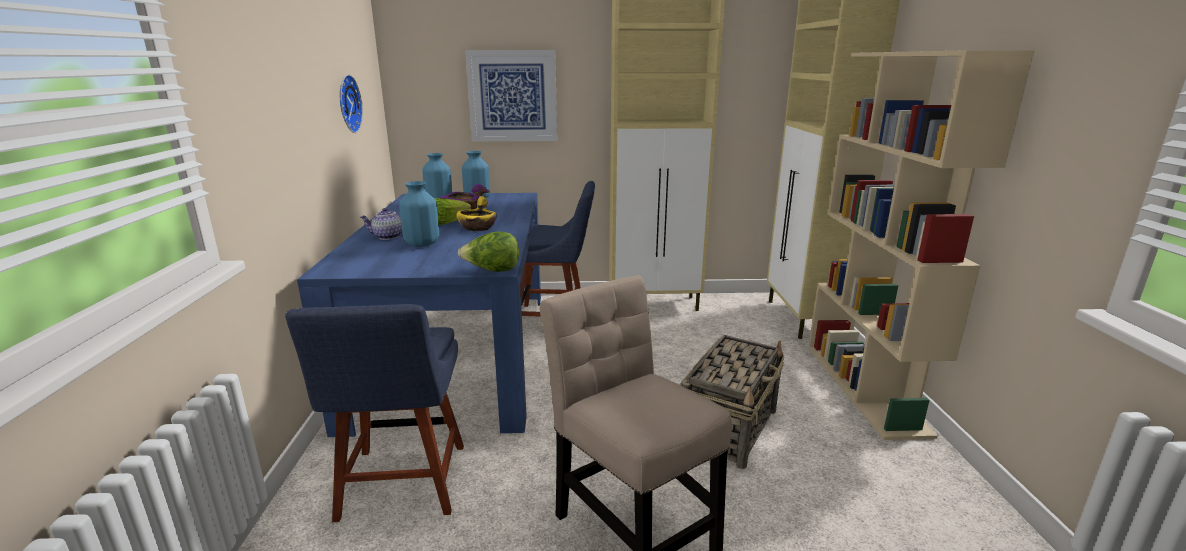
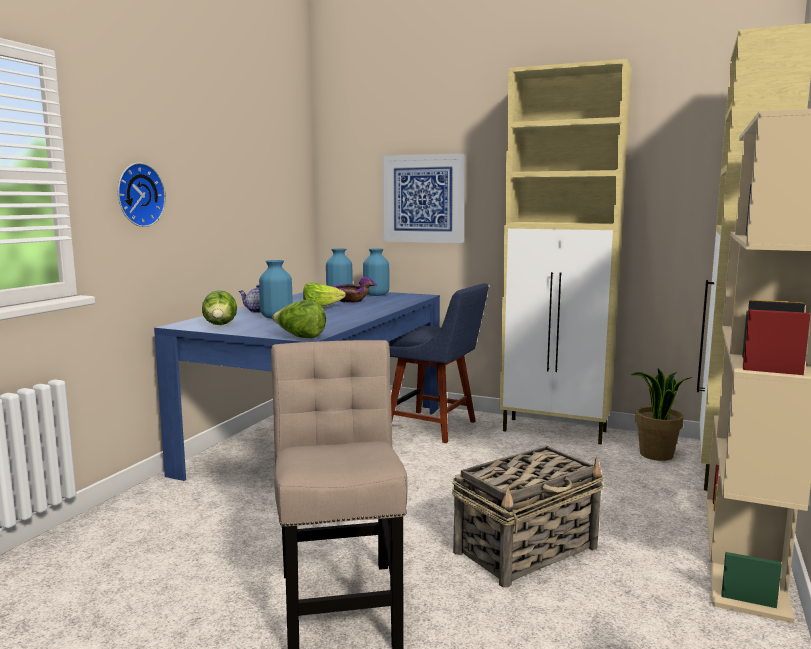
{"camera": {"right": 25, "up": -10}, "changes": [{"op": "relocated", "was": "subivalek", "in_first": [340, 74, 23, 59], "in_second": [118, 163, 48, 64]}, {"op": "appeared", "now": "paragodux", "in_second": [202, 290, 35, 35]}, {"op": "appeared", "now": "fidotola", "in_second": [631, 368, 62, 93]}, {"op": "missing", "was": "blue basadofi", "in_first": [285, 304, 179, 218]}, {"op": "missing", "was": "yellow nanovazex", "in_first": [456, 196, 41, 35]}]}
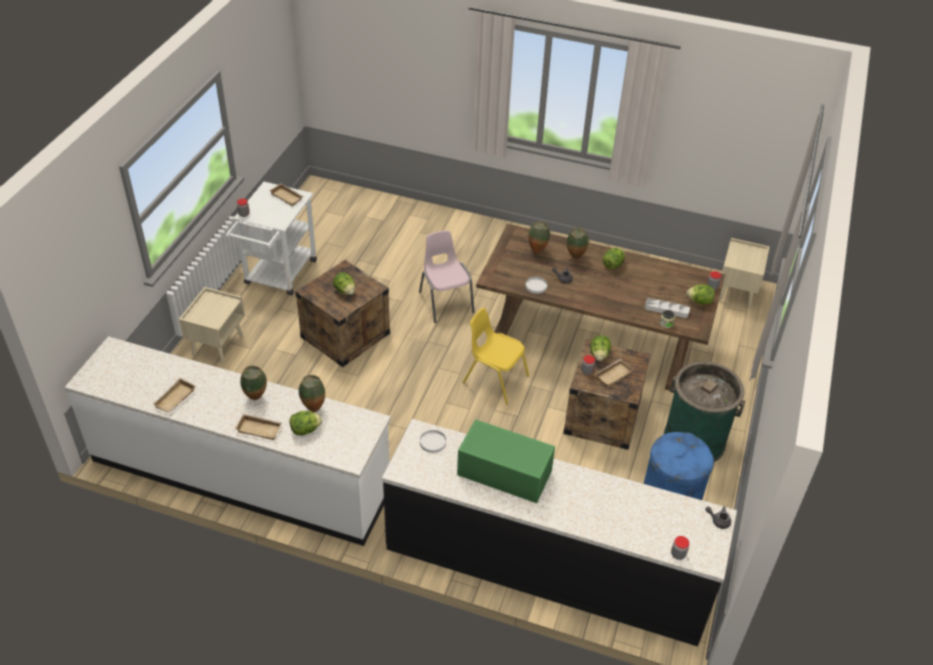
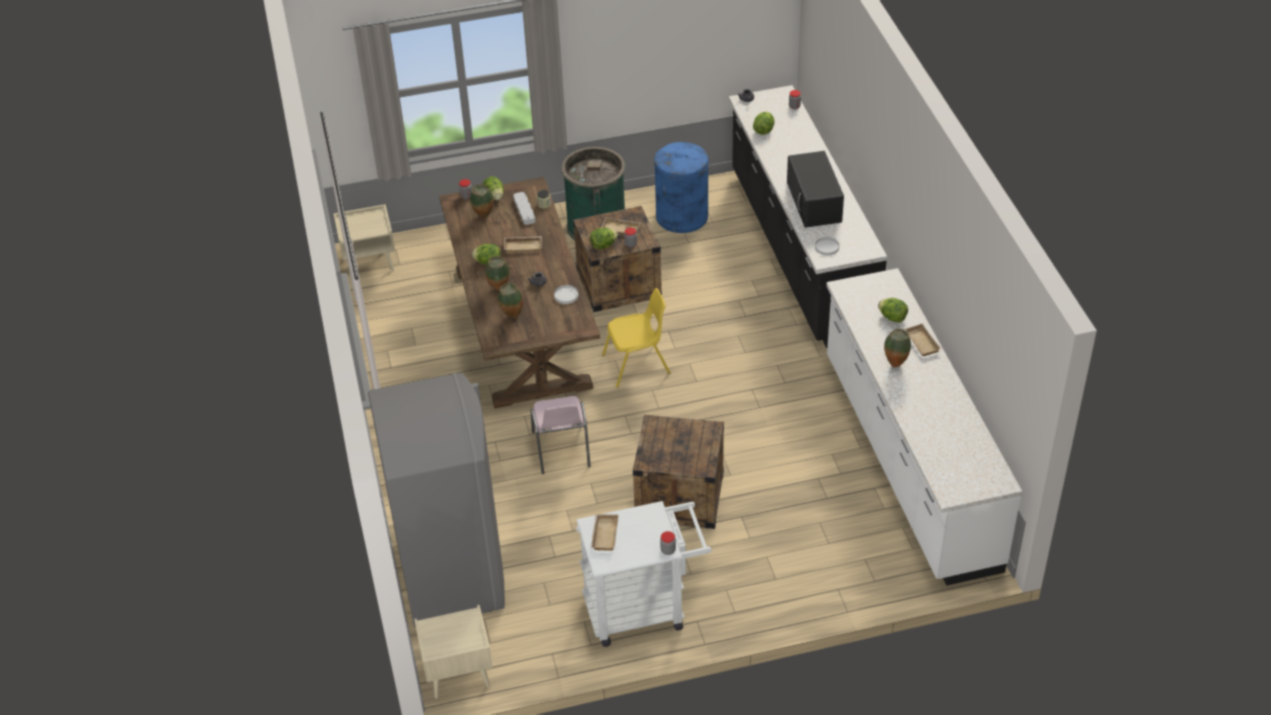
{"camera": {"right": -120, "up": 0}, "changes": [{"op": "appeared", "now": "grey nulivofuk", "in_second": [368, 372, 137, 256]}, {"op": "relocated", "was": "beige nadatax", "in_first": [179, 287, 66, 77], "in_second": [414, 605, 79, 94]}, {"op": "relocated", "was": "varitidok", "in_first": [299, 375, 26, 37], "in_second": [470, 184, 24, 34]}, {"op": "relocated", "was": "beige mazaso", "in_first": [153, 378, 43, 35], "in_second": [504, 236, 38, 17]}, {"op": "spun", "was": "pink basadofi", "in_first": [419, 230, 55, 93], "in_second": [531, 396, 60, 78], "clockwise": -45}, {"op": "spun", "was": "yellow basadofi", "in_first": [463, 308, 66, 96], "in_second": [602, 288, 69, 100], "clockwise": -105}, {"op": "relocated", "was": "paragodux", "in_first": [333, 272, 22, 23], "in_second": [753, 112, 22, 23]}, {"op": "colour", "was": "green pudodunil", "now": "black pudodunil", "in_first": [457, 419, 98, 84], "in_second": [787, 151, 57, 77]}]}
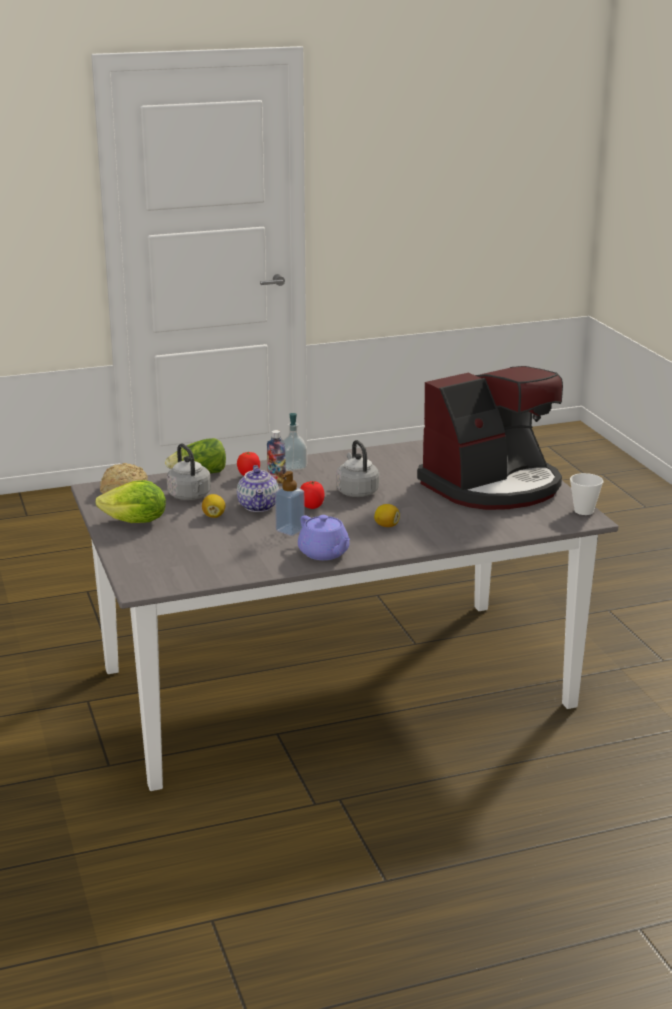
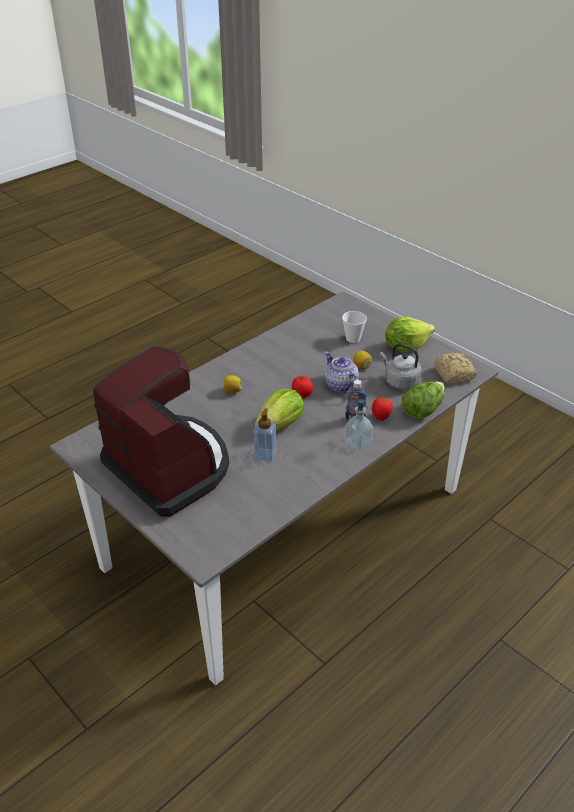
{"camera": {"right": 155, "up": 15}, "changes": [{"op": "spun", "was": "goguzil", "in_first": [417, 366, 146, 144], "in_second": [93, 346, 136, 171], "clockwise": 105}, {"op": "relocated", "was": "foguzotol", "in_first": [275, 471, 30, 65], "in_second": [253, 408, 23, 54]}, {"op": "exchanged", "was": "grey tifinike", "now": "paragodux", "in_first": [336, 440, 43, 57], "in_second": [255, 389, 49, 41]}, {"op": "relocated", "was": "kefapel", "in_first": [570, 473, 33, 42], "in_second": [342, 311, 25, 32]}, {"op": "missing", "was": "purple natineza", "in_first": [298, 515, 52, 45]}]}
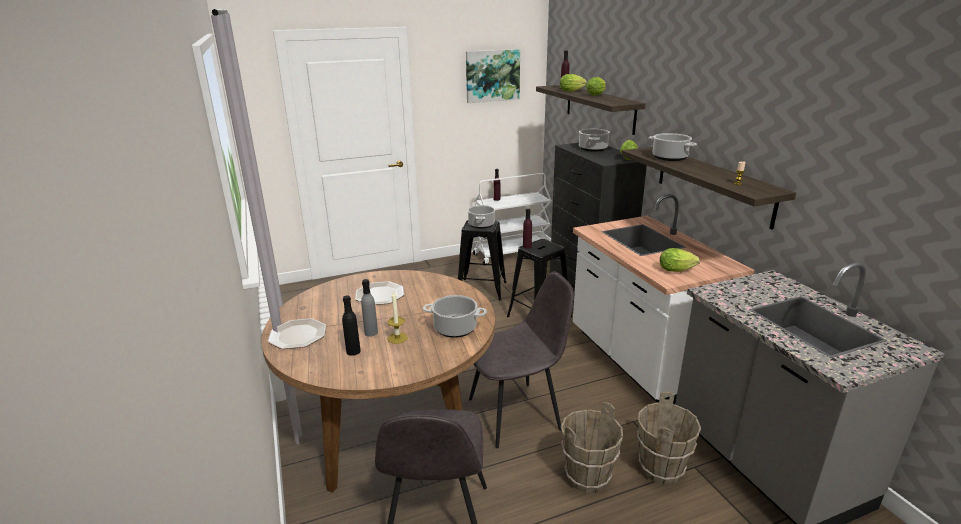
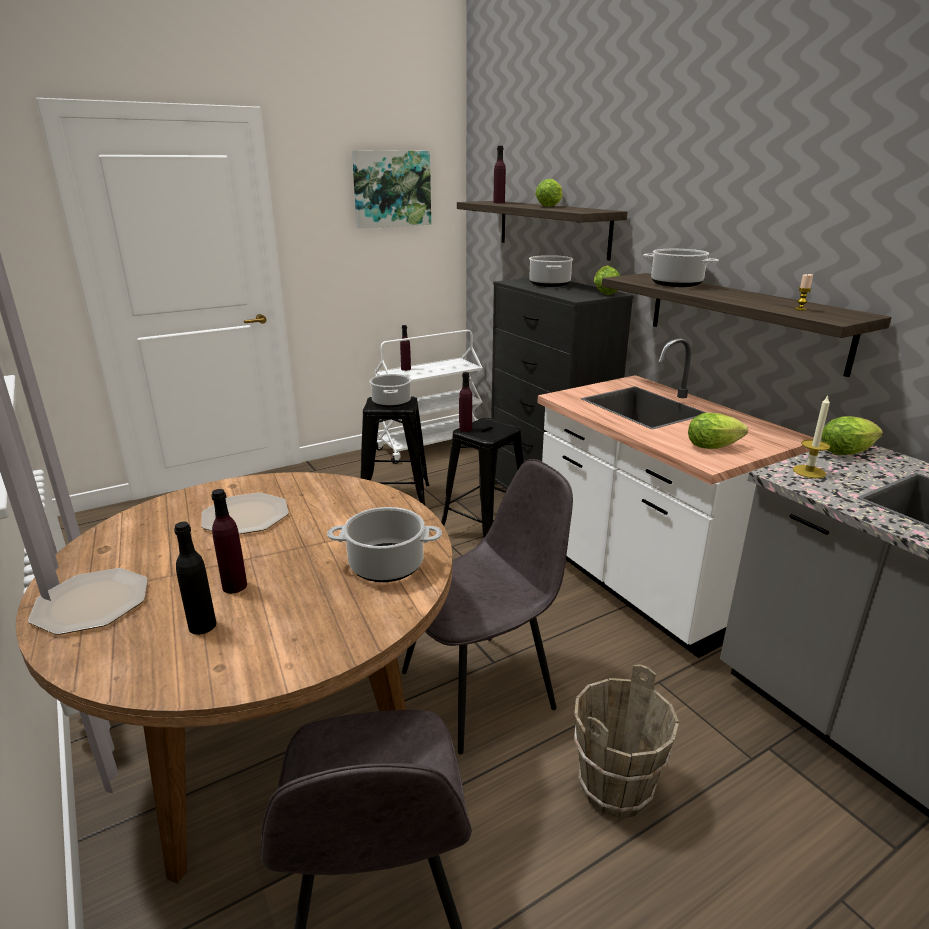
{"camera": {"right": -10, "up": 0}, "changes": [{"op": "colour", "was": "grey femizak", "now": "purple femizak", "in_first": [361, 279, 17, 58], "in_second": [211, 489, 36, 104]}, {"op": "relocated", "was": "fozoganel", "in_first": [387, 291, 21, 53], "in_second": [793, 396, 37, 82]}, {"op": "relocated", "was": "paragodux", "in_first": [560, 74, 27, 18], "in_second": [822, 417, 61, 38]}, {"op": "missing", "was": "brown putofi", "in_first": [637, 392, 64, 93]}]}
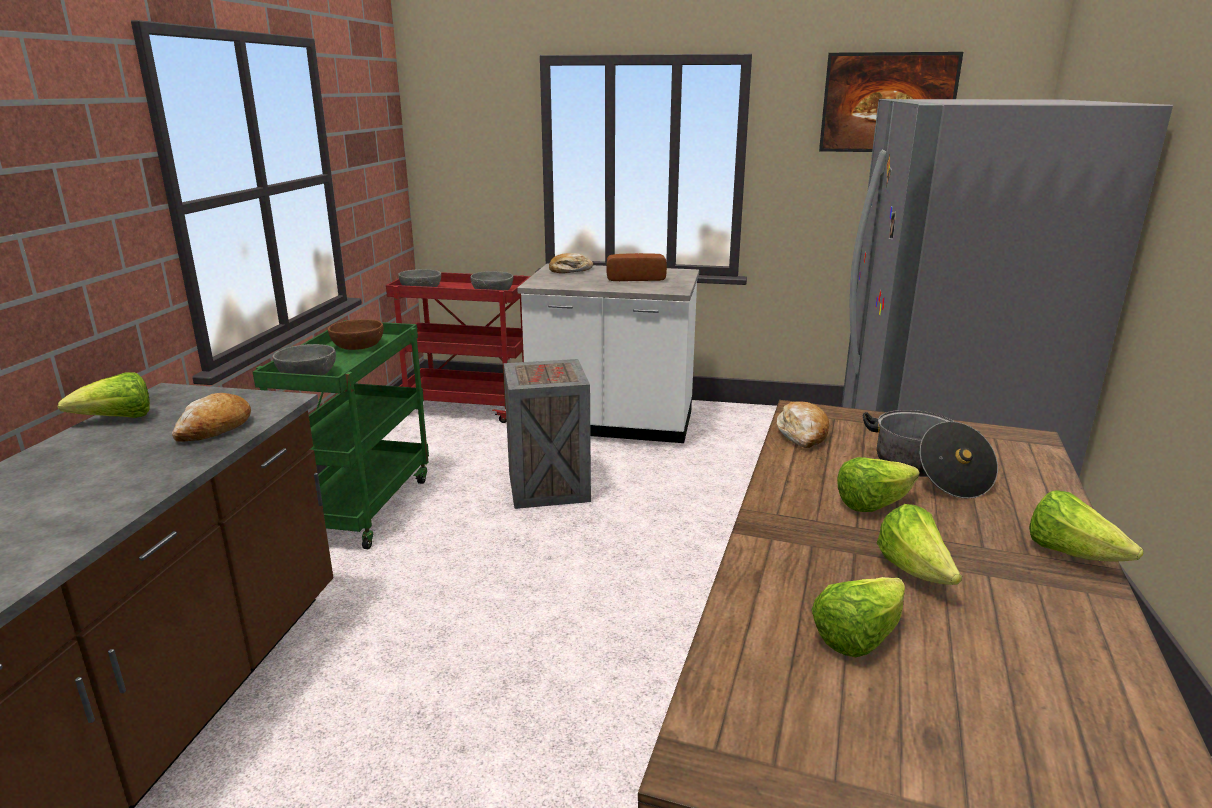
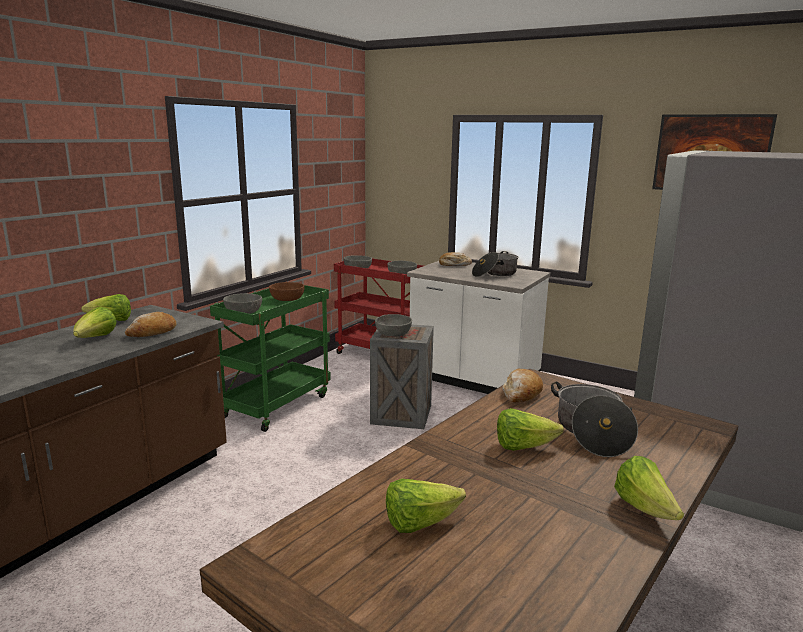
{"camera": {"right": 20, "up": -5}, "changes": [{"op": "relocated", "was": "paragodux", "in_first": [877, 504, 85, 81], "in_second": [73, 307, 44, 31]}, {"op": "appeared", "now": "grey nanovazex", "in_second": [375, 314, 37, 23]}, {"op": "exchanged", "was": "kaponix", "now": "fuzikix", "in_first": [606, 253, 61, 28], "in_second": [472, 251, 46, 26]}]}
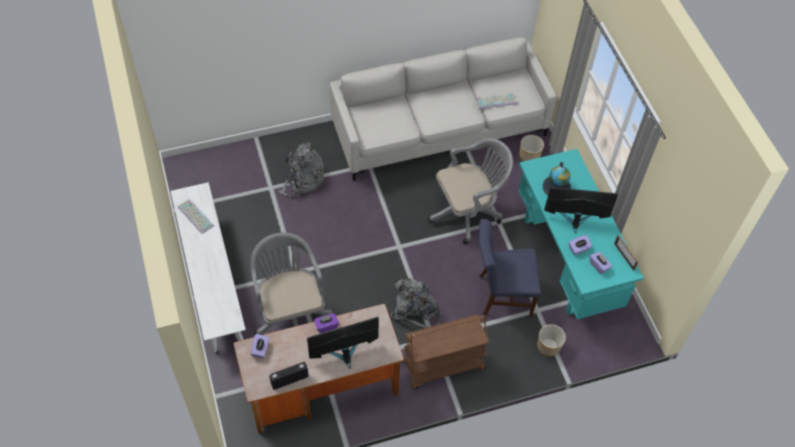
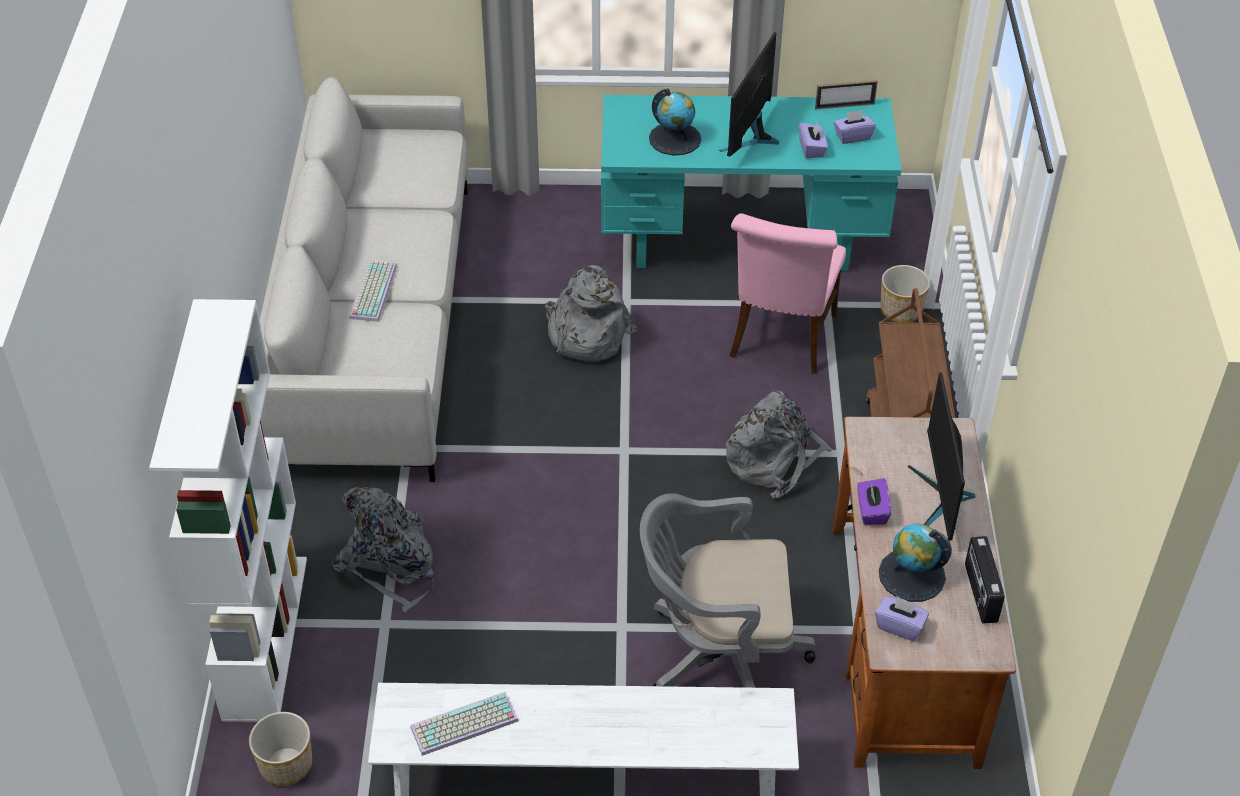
{"camera": {"right": -70, "up": -10}, "changes": [{"op": "appeared", "now": "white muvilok", "in_second": [149, 299, 158, 423]}, {"op": "relocated", "was": "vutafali", "in_first": [519, 135, 25, 26], "in_second": [249, 712, 63, 74]}, {"op": "relocated", "was": "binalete", "in_first": [477, 93, 41, 16], "in_second": [349, 260, 48, 62]}, {"op": "exchanged", "was": "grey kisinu", "now": "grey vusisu", "in_first": [428, 138, 85, 106], "in_second": [545, 265, 92, 97]}, {"op": "colour", "was": "blue basadofi", "now": "pink basadofi", "in_first": [479, 219, 62, 98], "in_second": [730, 213, 116, 161]}, {"op": "appeared", "now": "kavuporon", "in_second": [879, 524, 73, 78]}]}
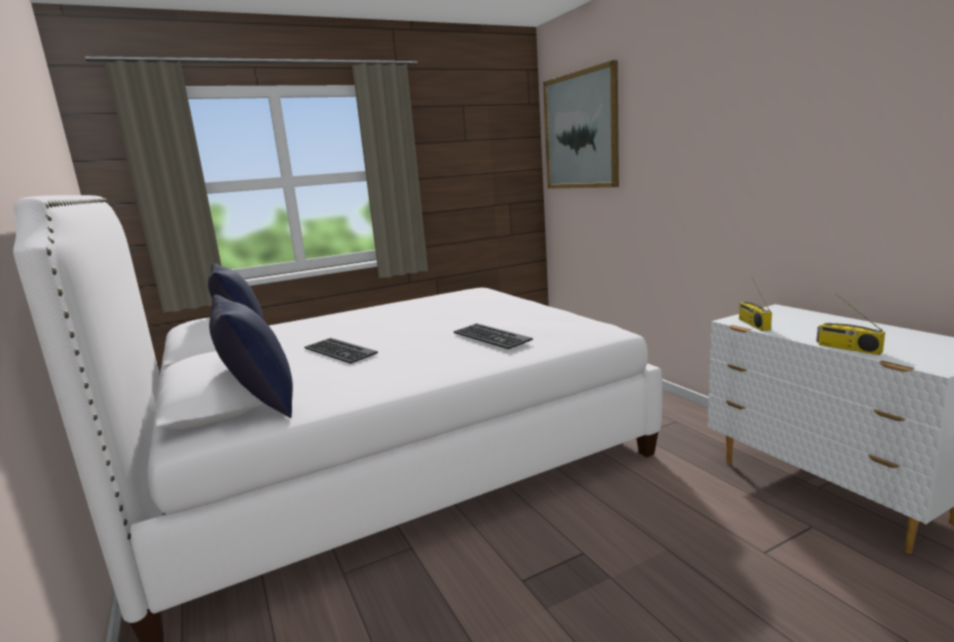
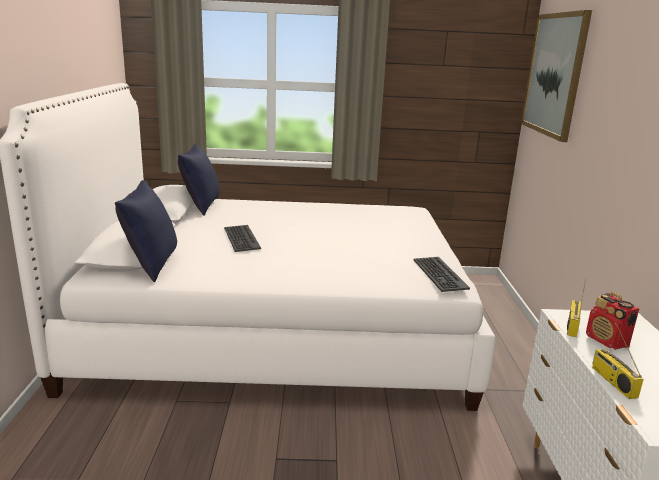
{"camera": {"right": 25, "up": 5}, "changes": [{"op": "relocated", "was": "binalete", "in_first": [454, 323, 79, 26], "in_second": [413, 257, 57, 35]}, {"op": "appeared", "now": "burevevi", "in_second": [586, 292, 53, 58]}]}
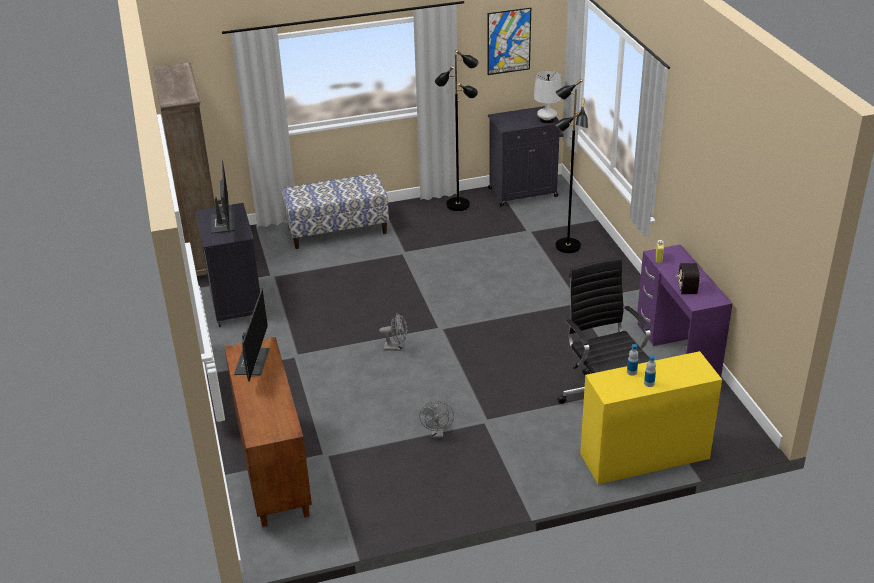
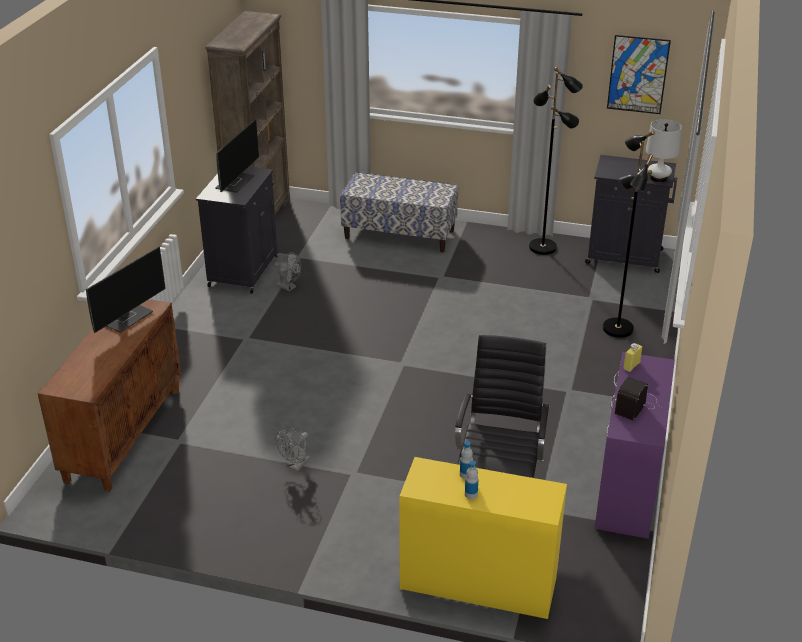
{"camera": {"right": 30, "up": 0}, "changes": [{"op": "relocated", "was": "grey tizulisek", "in_first": [379, 313, 28, 38], "in_second": [274, 252, 27, 40]}]}
